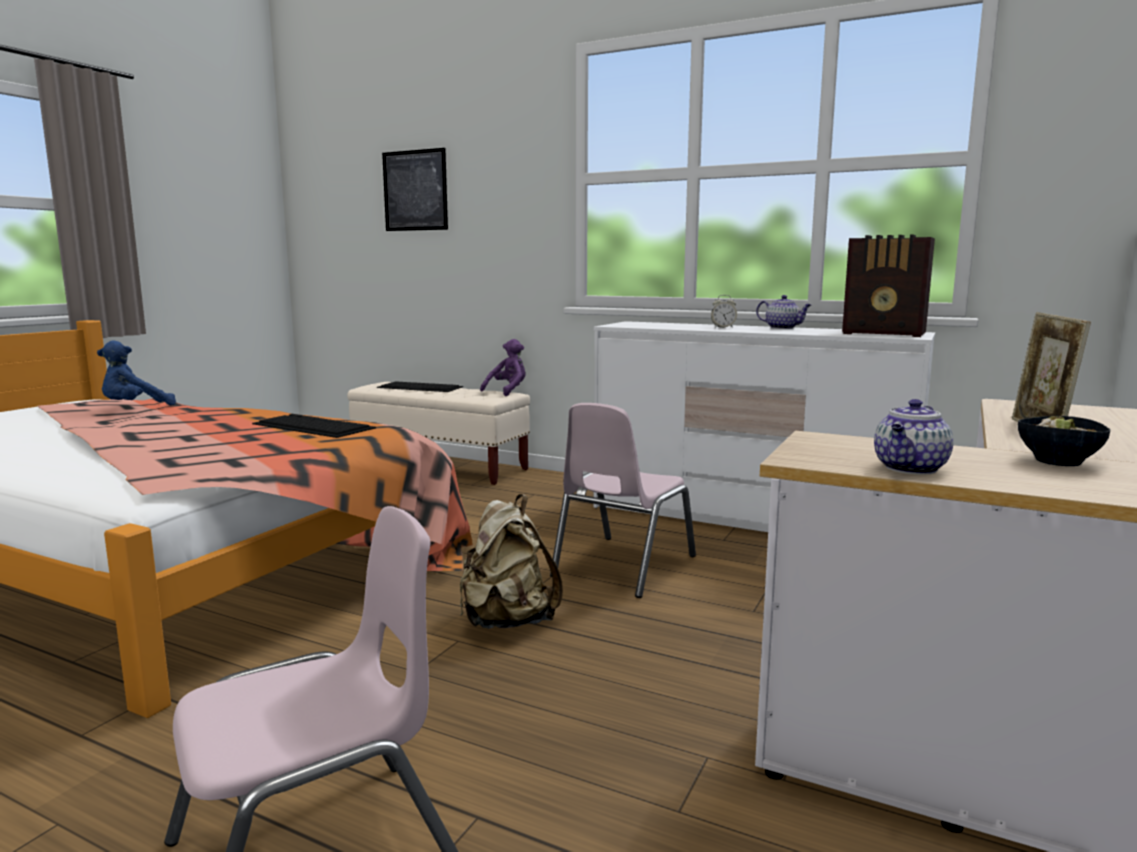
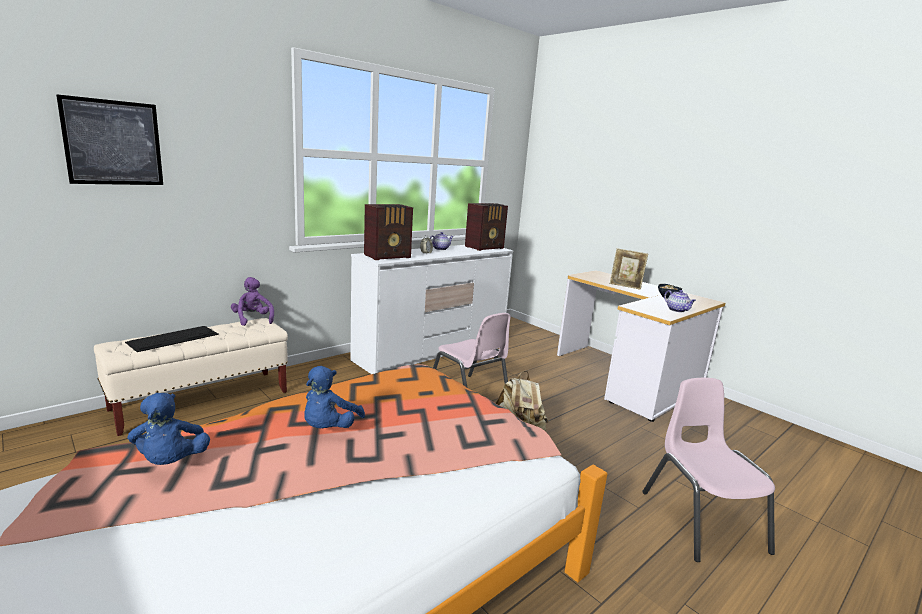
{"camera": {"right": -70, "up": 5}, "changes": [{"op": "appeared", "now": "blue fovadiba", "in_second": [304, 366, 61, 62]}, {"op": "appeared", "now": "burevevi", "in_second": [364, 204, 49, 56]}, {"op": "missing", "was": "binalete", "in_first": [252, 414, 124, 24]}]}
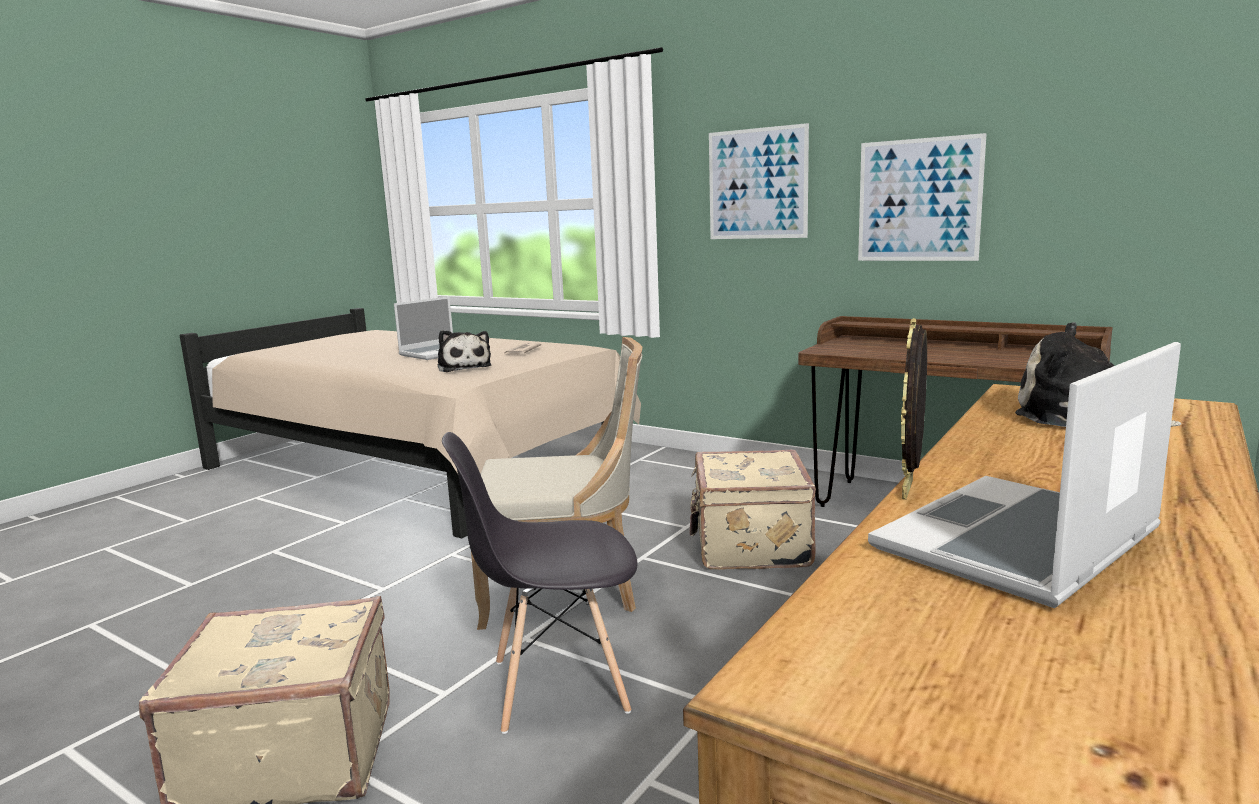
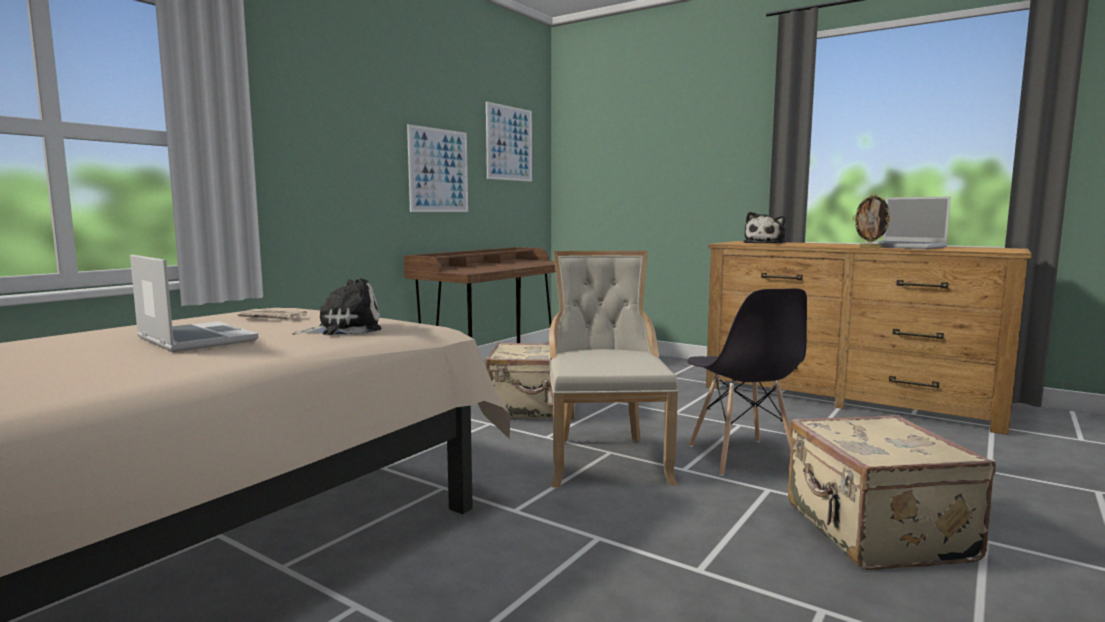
{"camera": {"right": -90, "up": -5}, "changes": [{"op": "relocated", "was": "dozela", "in_first": [709, 123, 100, 116], "in_second": [486, 102, 46, 80]}]}
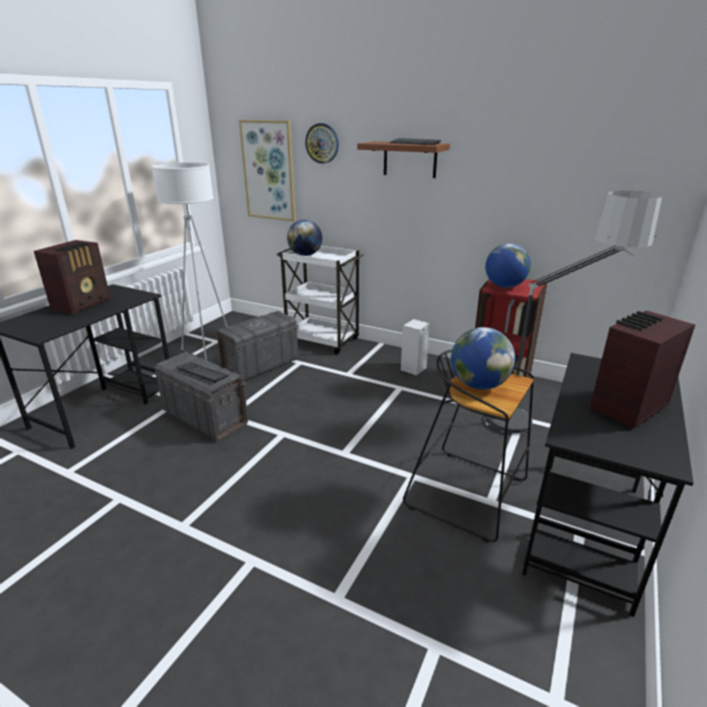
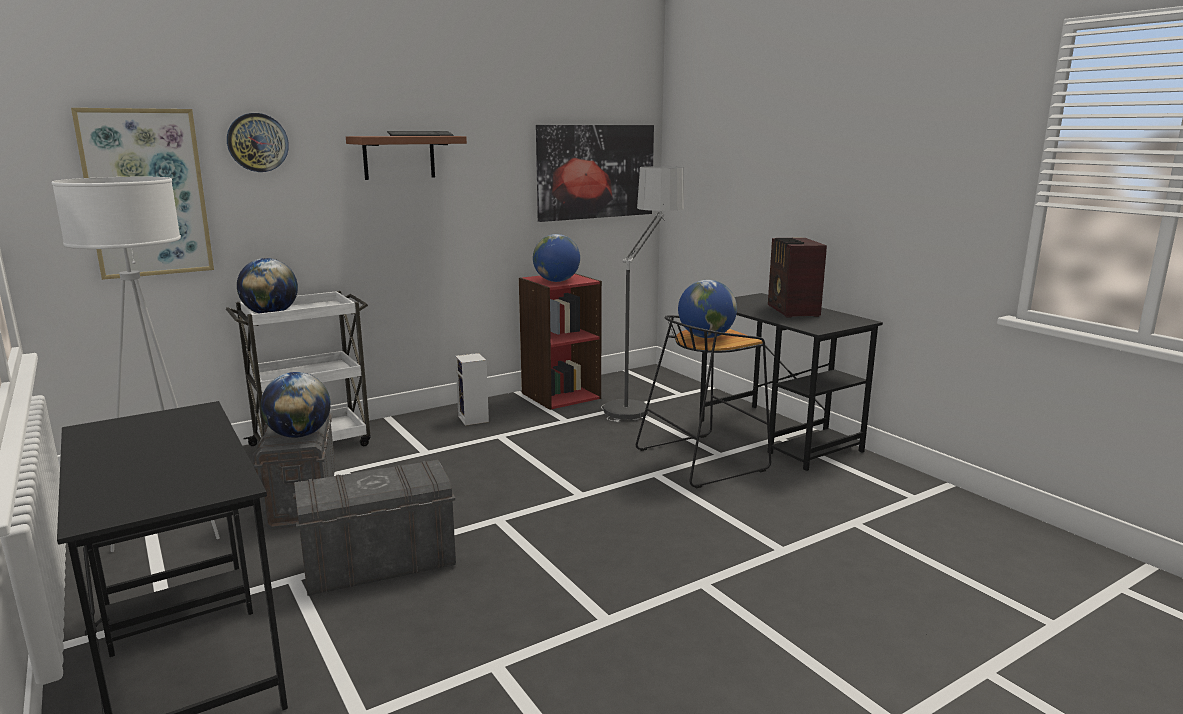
{"camera": {"right": -60, "up": -10}, "changes": [{"op": "appeared", "now": "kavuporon", "in_second": [260, 372, 71, 66]}, {"op": "appeared", "now": "dozela", "in_second": [536, 125, 118, 97]}, {"op": "missing", "was": "burevevi", "in_first": [34, 240, 76, 74]}, {"op": "missing", "was": "binalete", "in_first": [176, 363, 53, 20]}]}
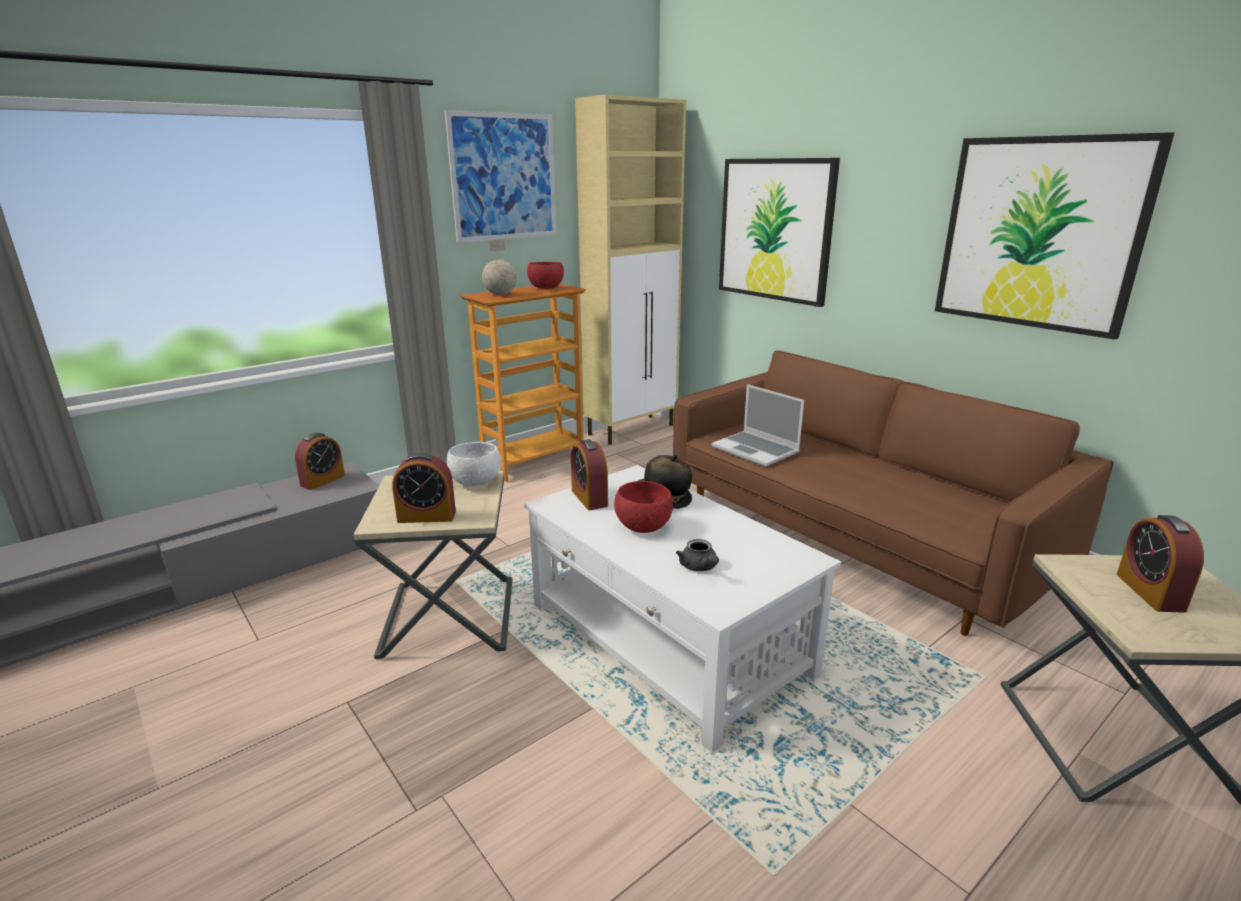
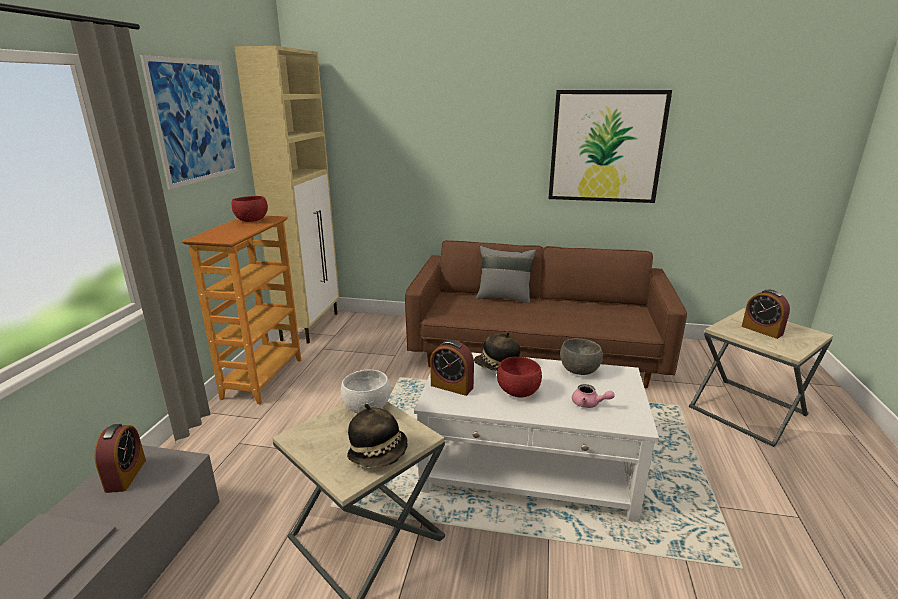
{"camera": {"right": -40, "up": 0}, "changes": [{"op": "exchanged", "was": "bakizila", "now": "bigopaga", "in_first": [392, 453, 64, 70], "in_second": [347, 404, 61, 64]}, {"op": "appeared", "now": "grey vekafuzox", "in_second": [476, 246, 60, 58]}, {"op": "appeared", "now": "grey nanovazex", "in_second": [560, 338, 43, 37]}, {"op": "colour", "was": "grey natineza", "now": "pink natineza", "in_first": [676, 539, 43, 32], "in_second": [572, 384, 43, 24]}, {"op": "missing", "was": "kavuporon", "in_first": [482, 239, 35, 56]}, {"op": "missing", "was": "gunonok", "in_first": [712, 384, 92, 83]}, {"op": "missing", "was": "dozela", "in_first": [719, 158, 121, 149]}]}
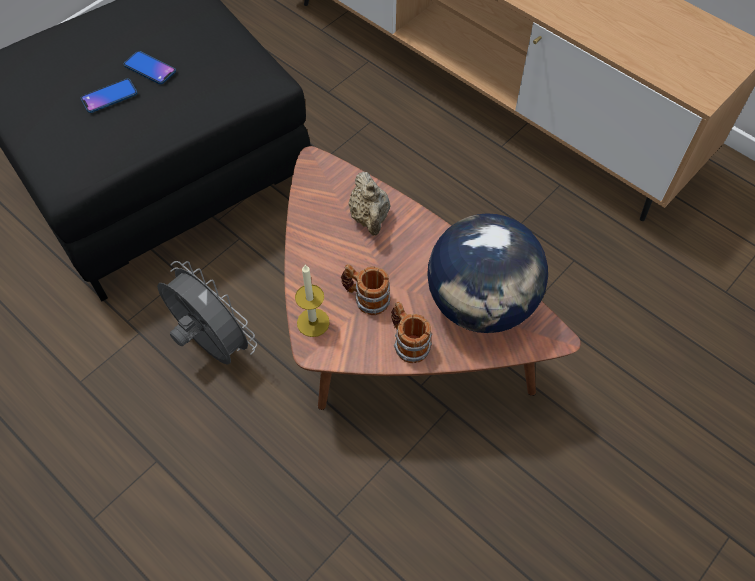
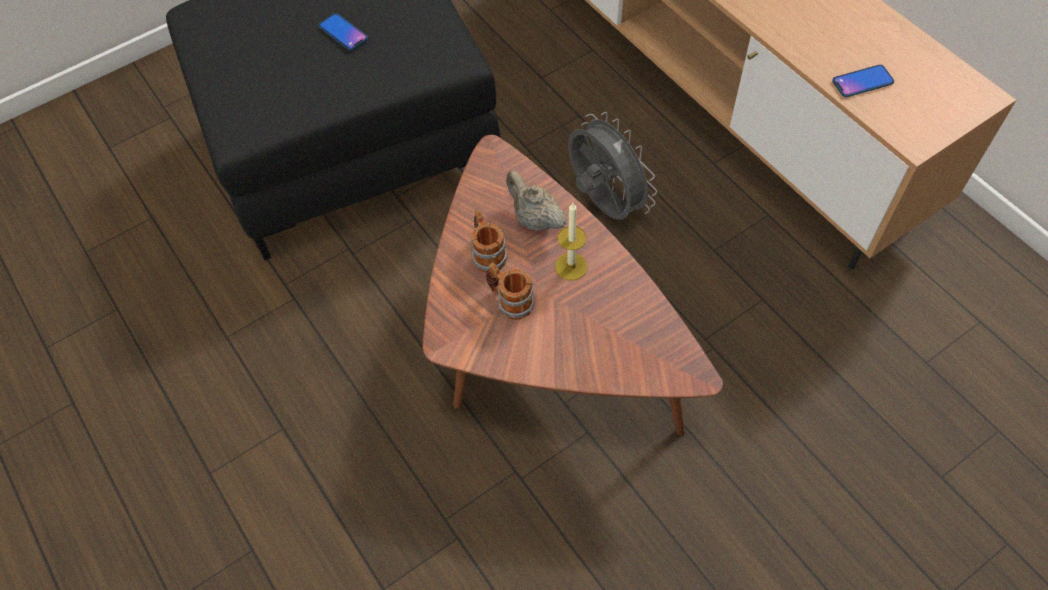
{"camera": {"right": 15, "up": 0}, "changes": [{"op": "relocated", "was": "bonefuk", "in_first": [391, 302, 41, 61], "in_second": [470, 209, 38, 64]}, {"op": "spun", "was": "beige natineza", "in_first": [348, 172, 43, 63], "in_second": [506, 170, 61, 60], "clockwise": 135}, {"op": "relocated", "was": "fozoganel", "in_first": [295, 265, 35, 72], "in_second": [555, 203, 33, 77]}, {"op": "relocated", "was": "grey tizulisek", "in_first": [157, 261, 100, 104], "in_second": [568, 112, 89, 108]}, {"op": "relocated", "was": "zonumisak", "in_first": [81, 79, 56, 34], "in_second": [832, 65, 62, 32]}, {"op": "missing", "was": "kavuporon", "in_first": [427, 213, 121, 120]}]}
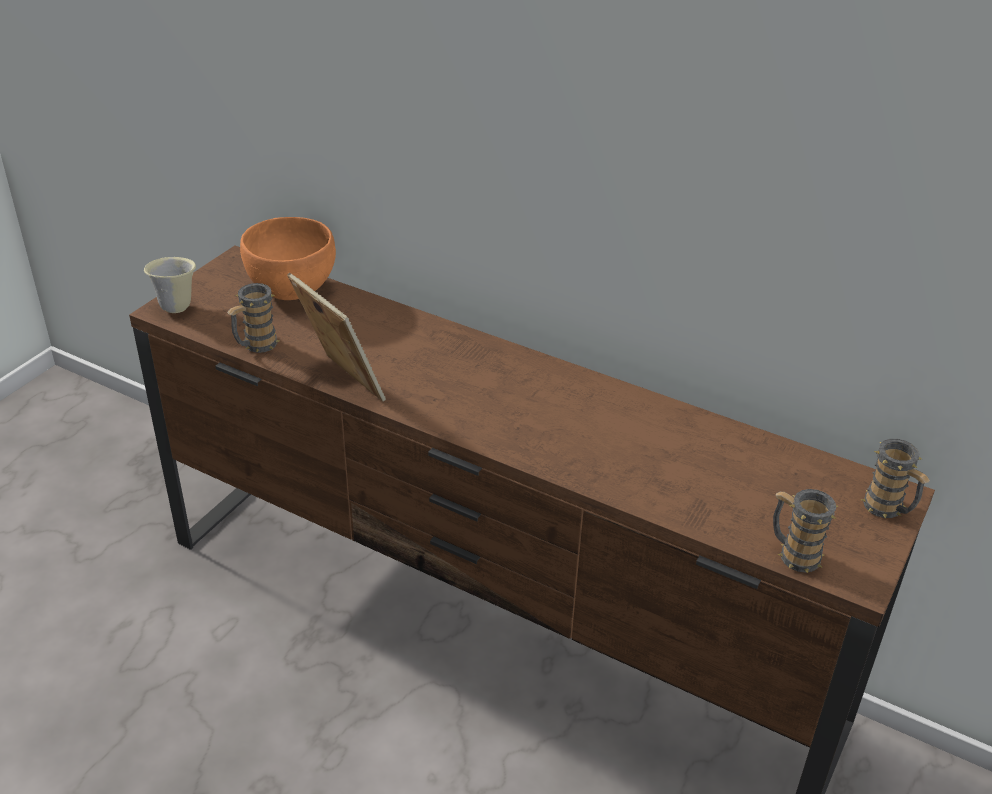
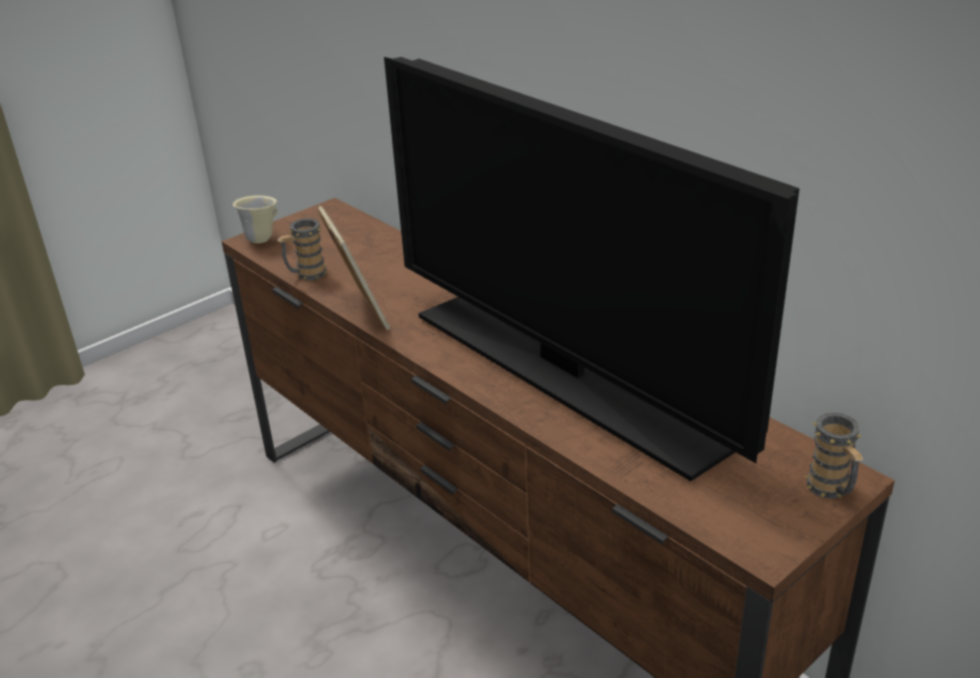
{"camera": {"right": 20, "up": -5}, "changes": [{"op": "appeared", "now": "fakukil", "in_second": [384, 57, 415, 424]}, {"op": "missing", "was": "orange nanovazex", "in_first": [240, 217, 96, 83]}, {"op": "missing", "was": "bonefuk", "in_first": [773, 489, 65, 84]}]}
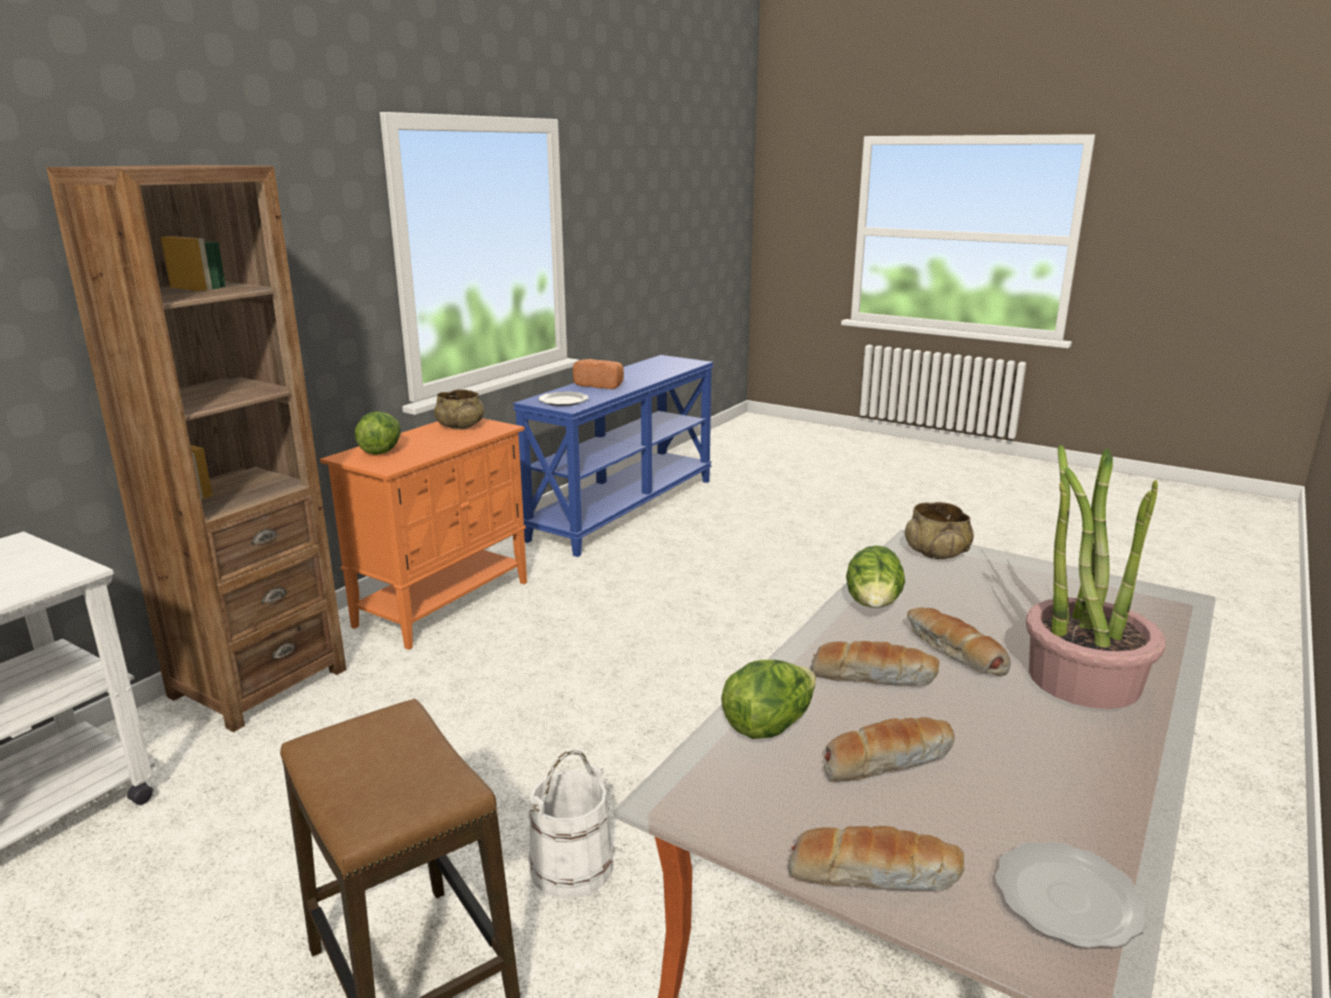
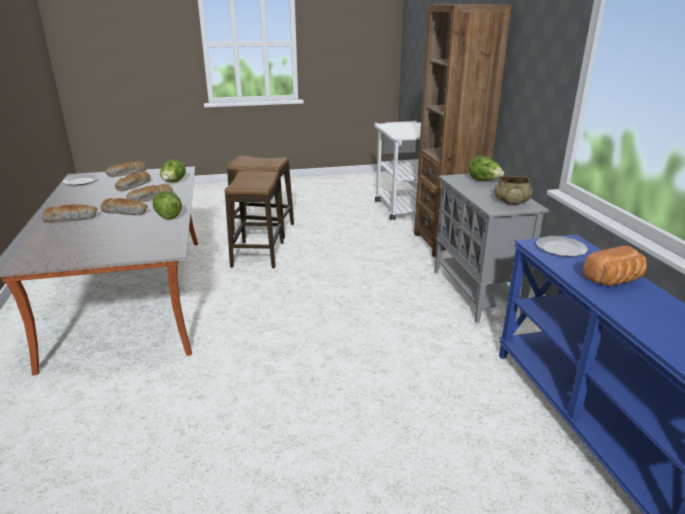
{"camera": {"right": 135, "up": 5}, "changes": [{"op": "exchanged", "was": "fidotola", "now": "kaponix", "in_first": [1026, 445, 140, 264], "in_second": [42, 204, 55, 18]}, {"op": "exchanged", "was": "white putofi", "now": "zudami", "in_first": [528, 749, 86, 149], "in_second": [225, 171, 59, 97]}, {"op": "colour", "was": "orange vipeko", "now": "grey vipeko", "in_first": [320, 418, 207, 232], "in_second": [434, 174, 115, 149]}, {"op": "missing", "was": "beige nanovazex", "in_first": [905, 502, 69, 57]}]}
